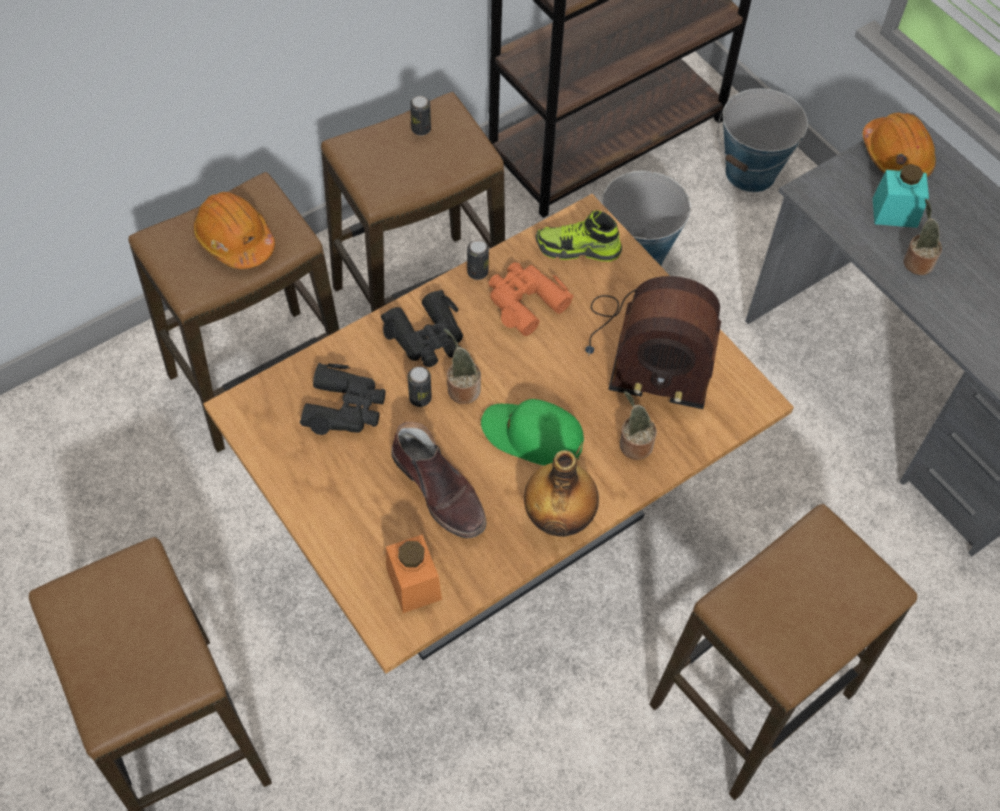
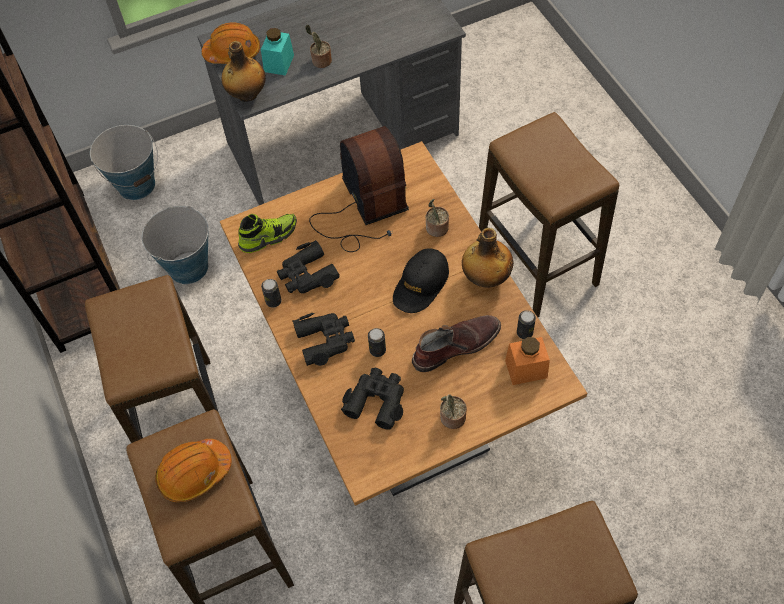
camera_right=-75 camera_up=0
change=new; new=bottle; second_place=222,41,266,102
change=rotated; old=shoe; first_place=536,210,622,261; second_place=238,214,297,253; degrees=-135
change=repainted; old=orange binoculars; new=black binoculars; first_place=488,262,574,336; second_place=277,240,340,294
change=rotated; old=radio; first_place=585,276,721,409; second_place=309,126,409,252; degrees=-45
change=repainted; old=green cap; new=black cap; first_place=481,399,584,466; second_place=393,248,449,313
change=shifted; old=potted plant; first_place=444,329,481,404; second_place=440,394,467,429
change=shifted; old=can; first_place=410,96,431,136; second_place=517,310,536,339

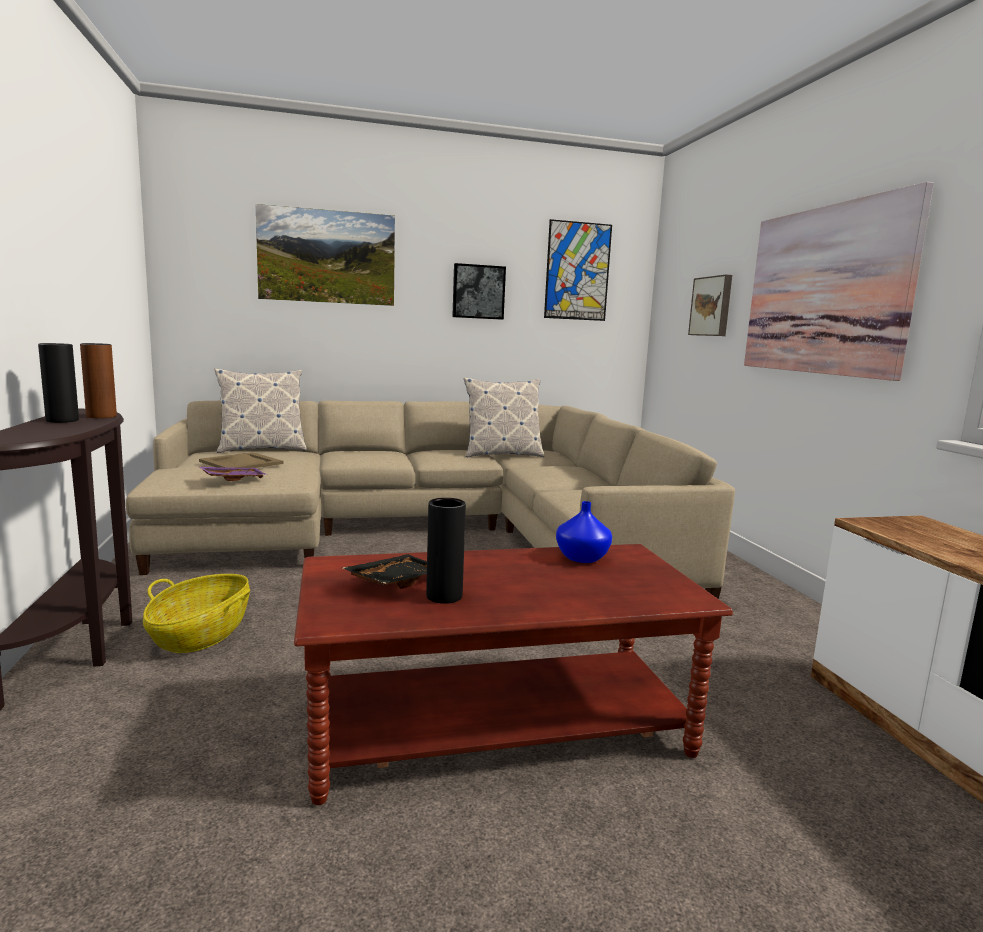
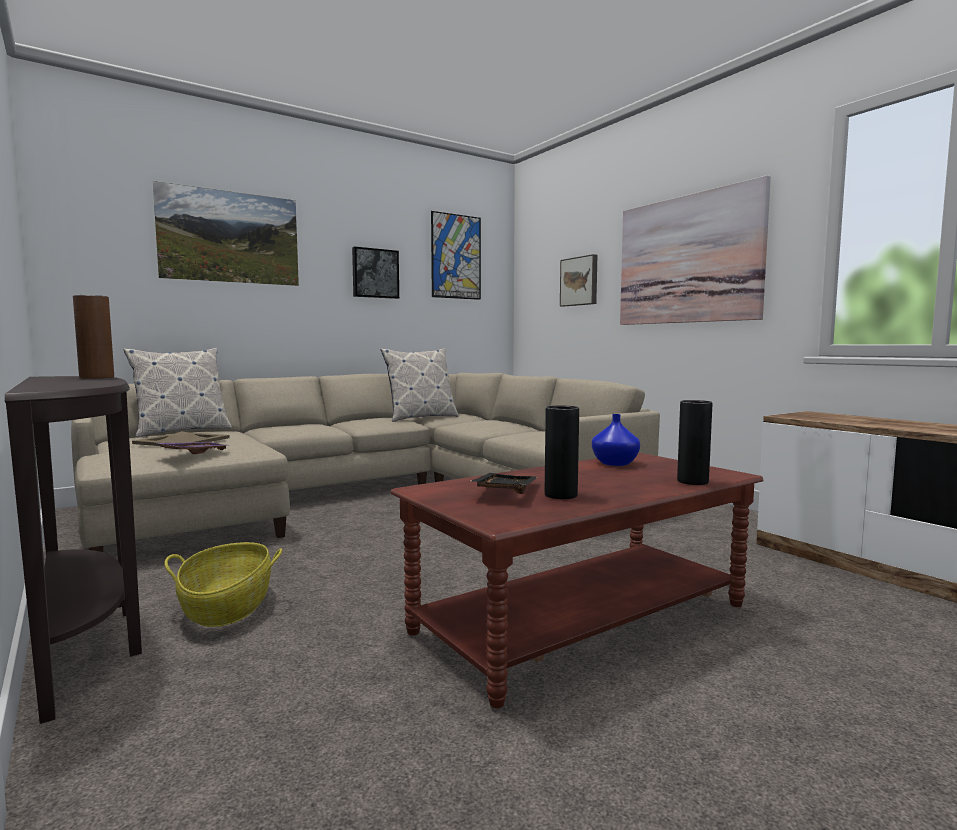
camera_right=-20 camera_up=-5
change=shifted; old=black vase; first_place=38,343,79,423; second_place=677,400,713,485

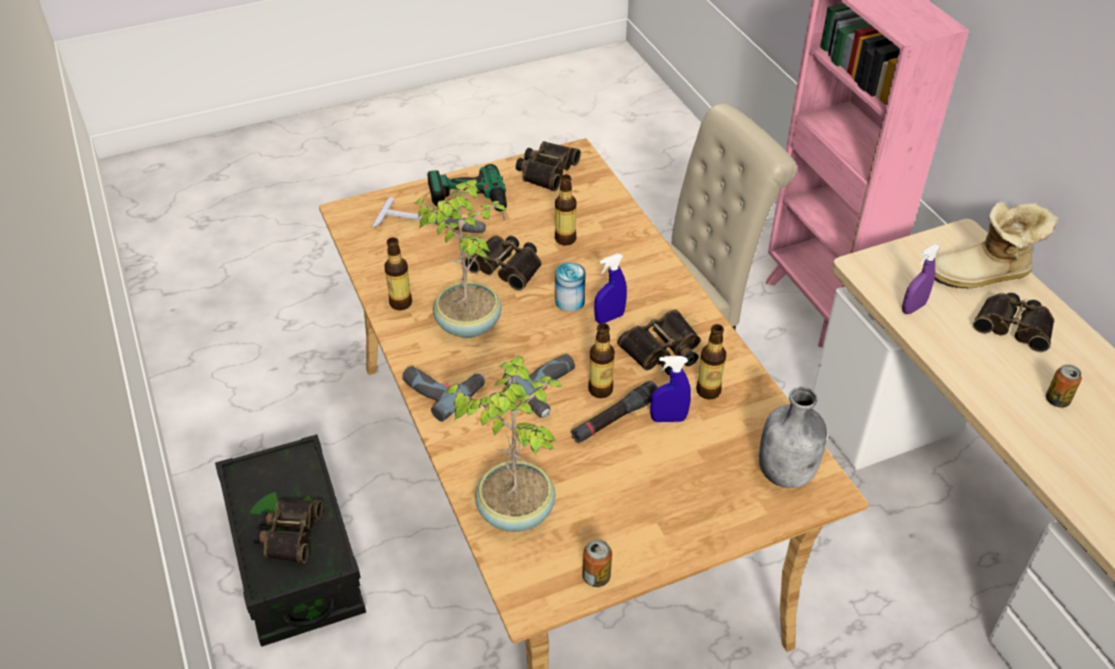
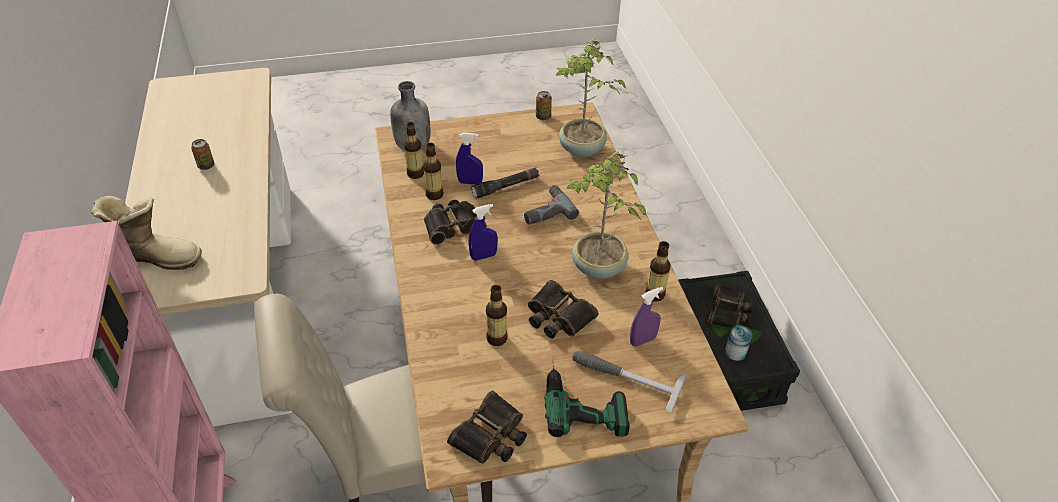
camera_right=-170 camera_up=0
change=shifted; old=bottle; first_place=588,323,615,398; second_place=404,122,424,179
change=shifted; old=purple spray bottle; first_place=902,244,940,314; second_place=630,287,663,346
change=shifted; old=can; first_place=555,262,585,312; second_place=725,325,753,361
change=gone; old=power drill; first_place=402,366,485,422
change=gone; old=binoculars; first_place=973,293,1054,352

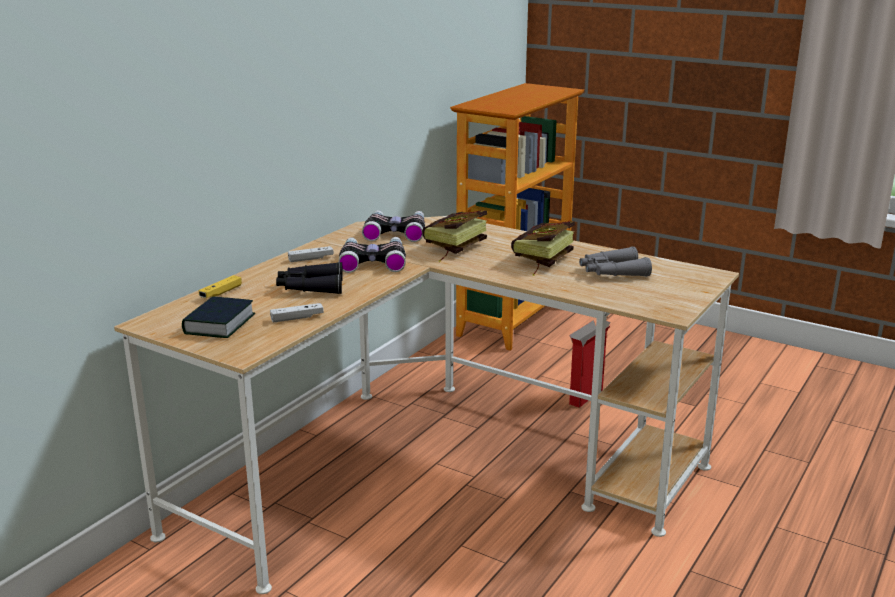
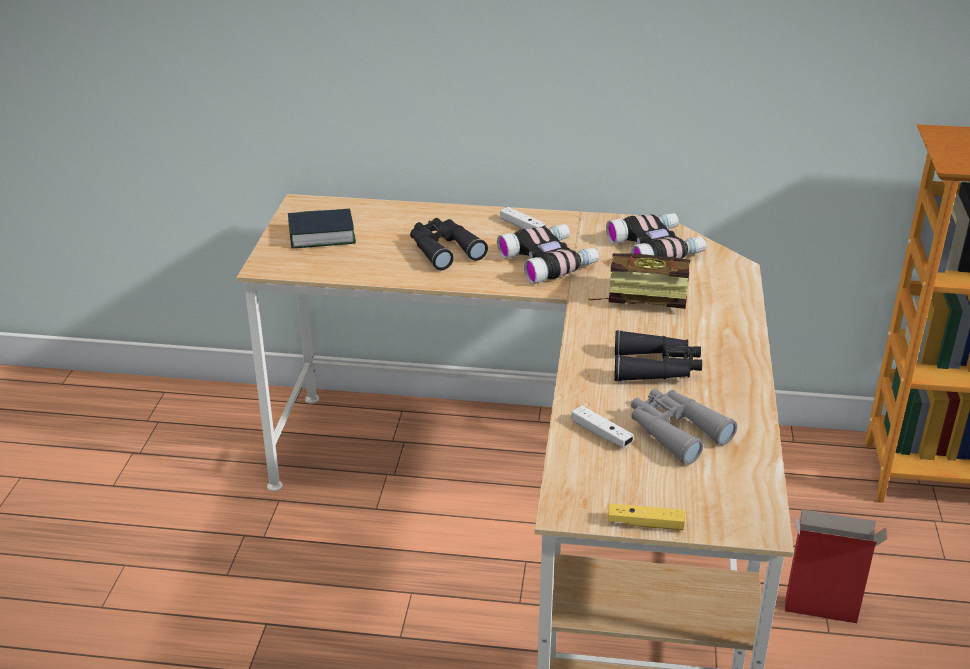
camera_right=65 camera_up=10
change=shifted; old=white game controller; first_place=270,303,324,323; second_place=571,405,633,448
change=shifted; old=yellow game controller; first_place=199,275,242,298; second_place=608,503,685,530
change=swapped; old=book; new=black binoculars; first_place=511,221,575,276; second_place=614,330,702,381

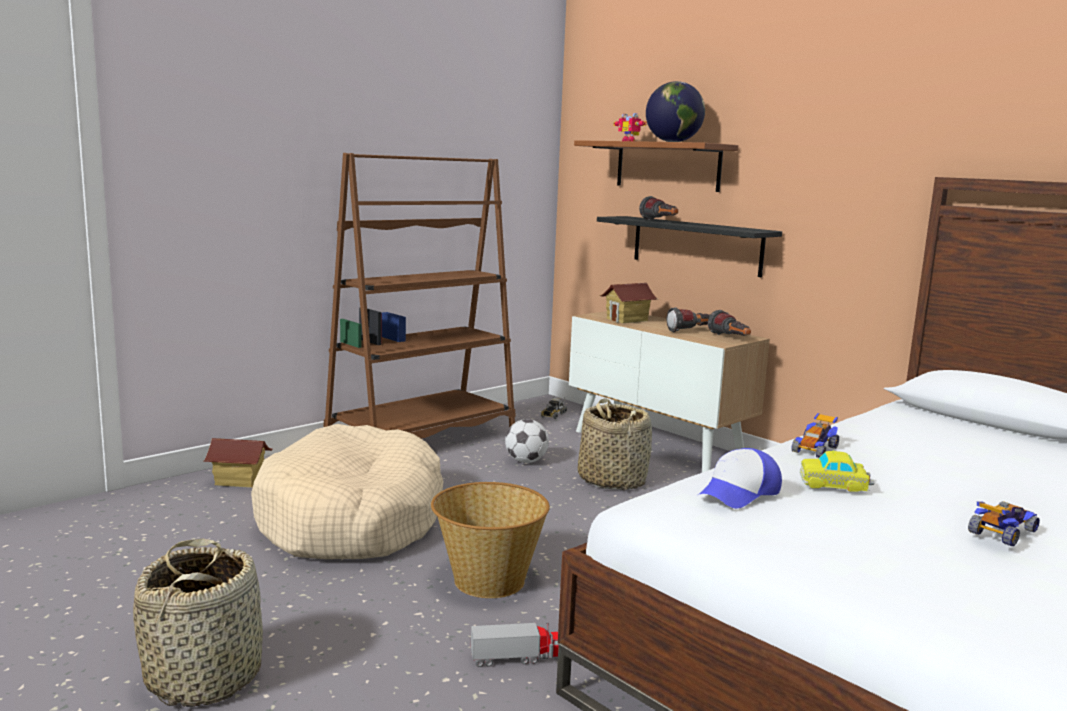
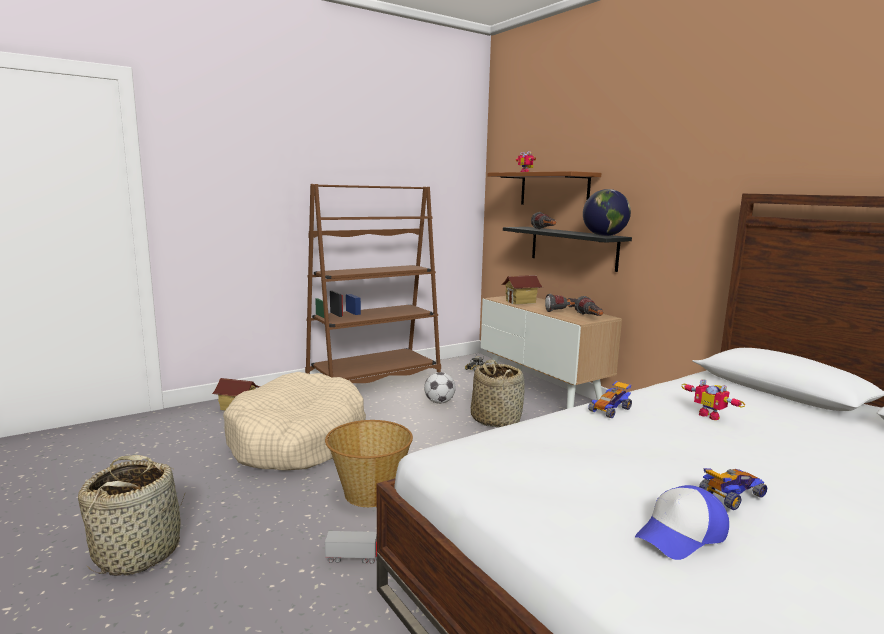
camera_right=10 camera_up=0
change=shifted; old=globe; first_place=646,81,705,142; second_place=583,189,631,236
change=shifted; old=cap; first_place=698,448,782,509; second_place=635,485,729,560
change=new; new=toy robot; second_place=681,379,746,420
change=gone; old=toy car; first_place=800,450,874,492

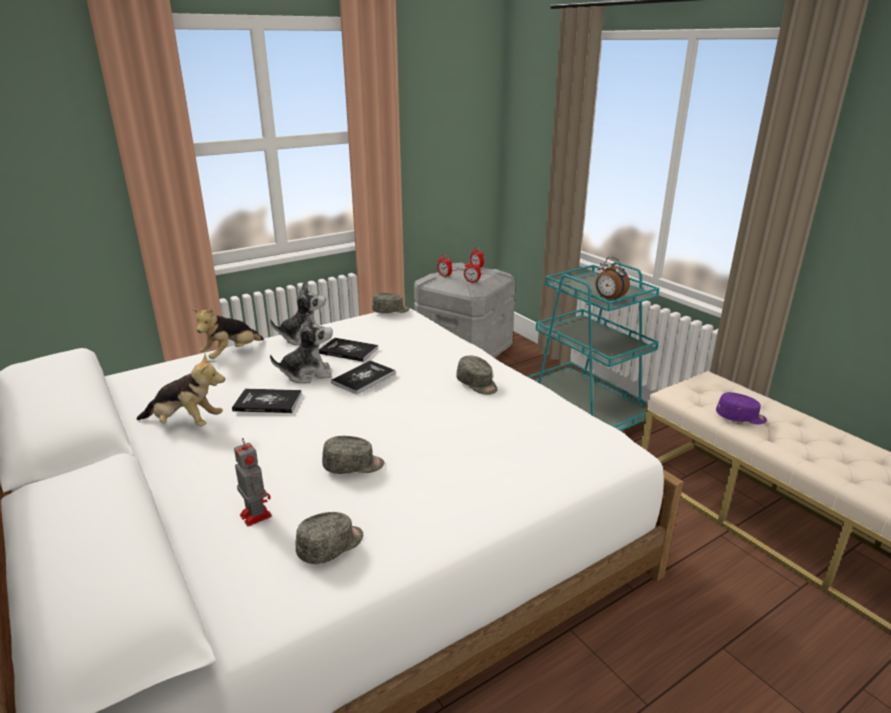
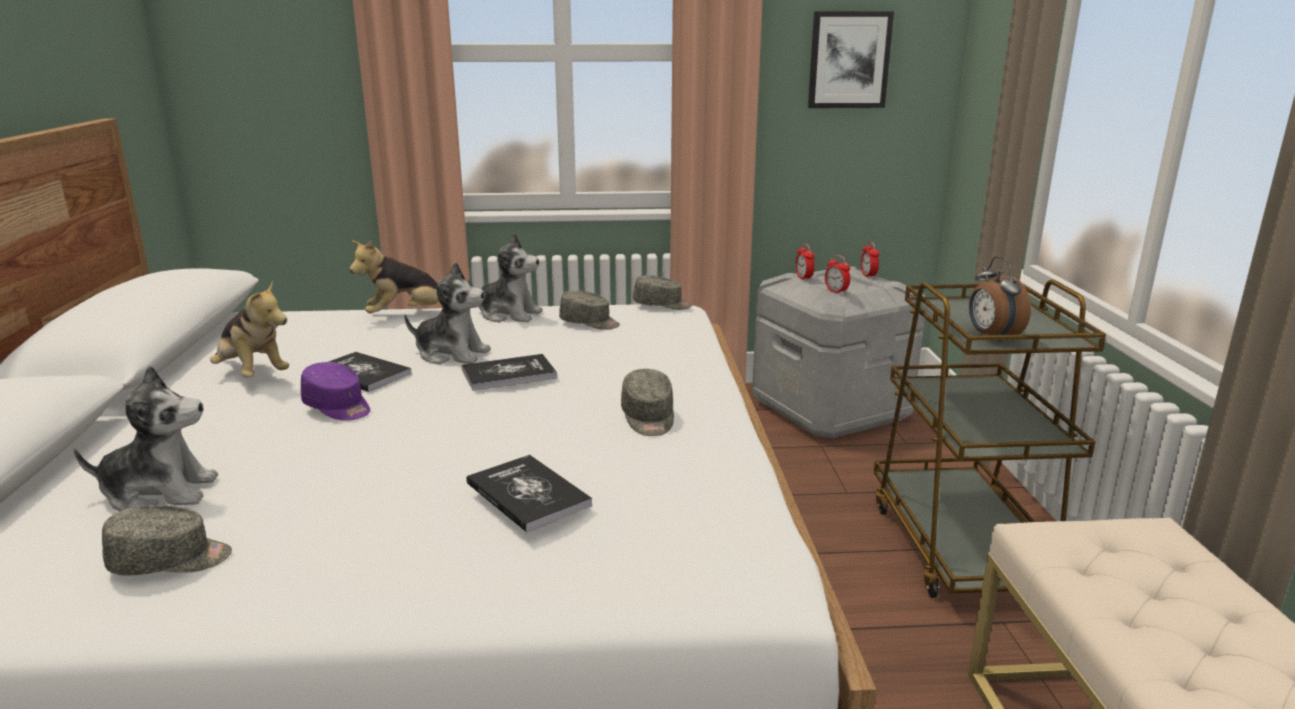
camera_right=30 camera_up=-5
change=swapped; old=toy robot; new=plush toy; first_place=234,438,272,526; second_place=74,365,218,511
change=shifted; old=purple cap; first_place=716,392,767,424; second_place=300,362,370,421
change=shifted; old=book; first_place=319,338,378,362; second_place=466,455,592,532
change=shifted; old=grey cap; first_place=322,436,384,474; second_place=559,290,620,330
change=new; new=picture; second_place=808,11,894,108
change=repainted; old=turquoise cart; new=brown cart; first_place=527,262,660,431; second_place=874,279,1106,598

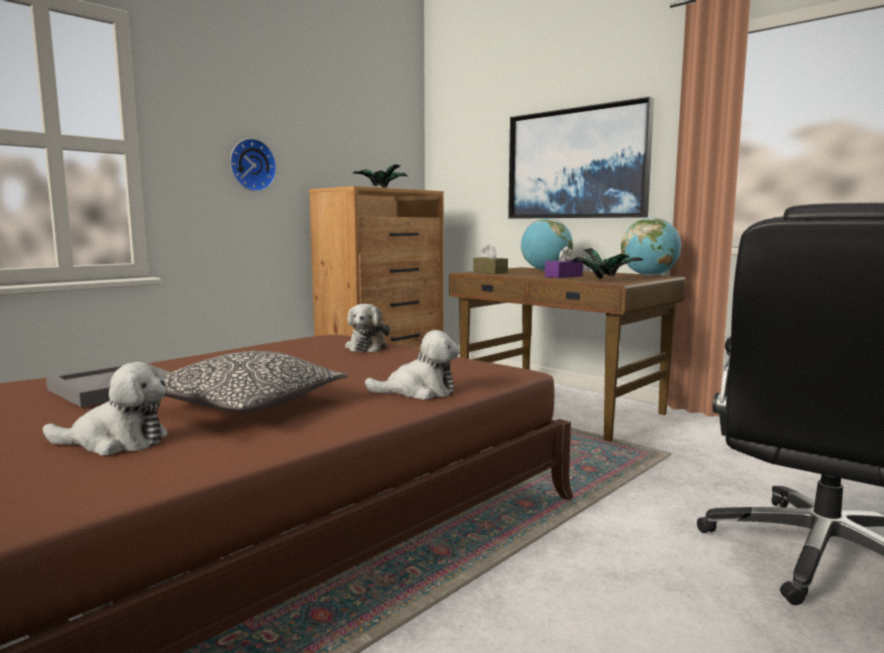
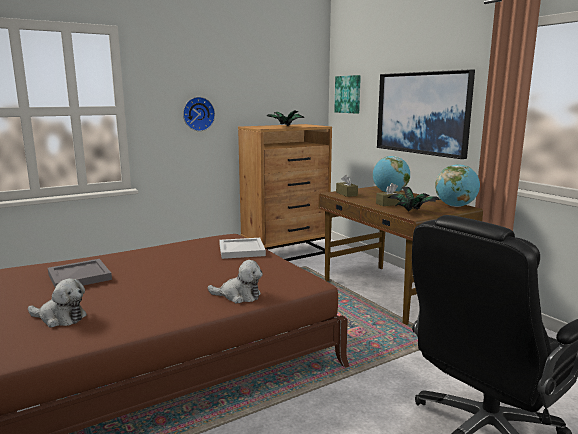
camera_right=15 camera_up=5
change=swapped; old=plush toy; new=white tray; first_place=345,304,390,352; second_place=219,238,266,259
change=new; new=picture; second_place=334,75,361,114
change=repainted; old=purple tissue box; new=brown tissue box; first_place=545,246,583,278; second_place=376,183,405,206
change=gone; old=pillow; first_place=162,351,348,412

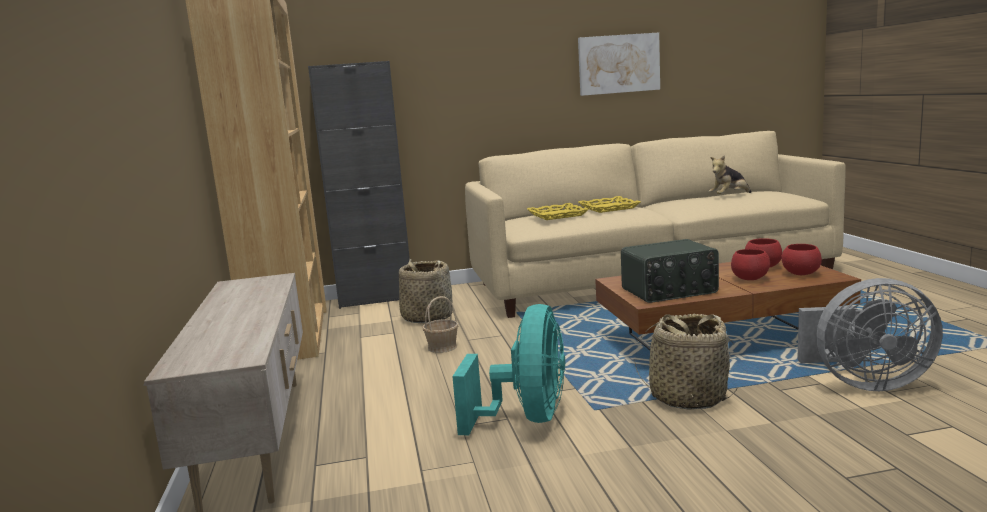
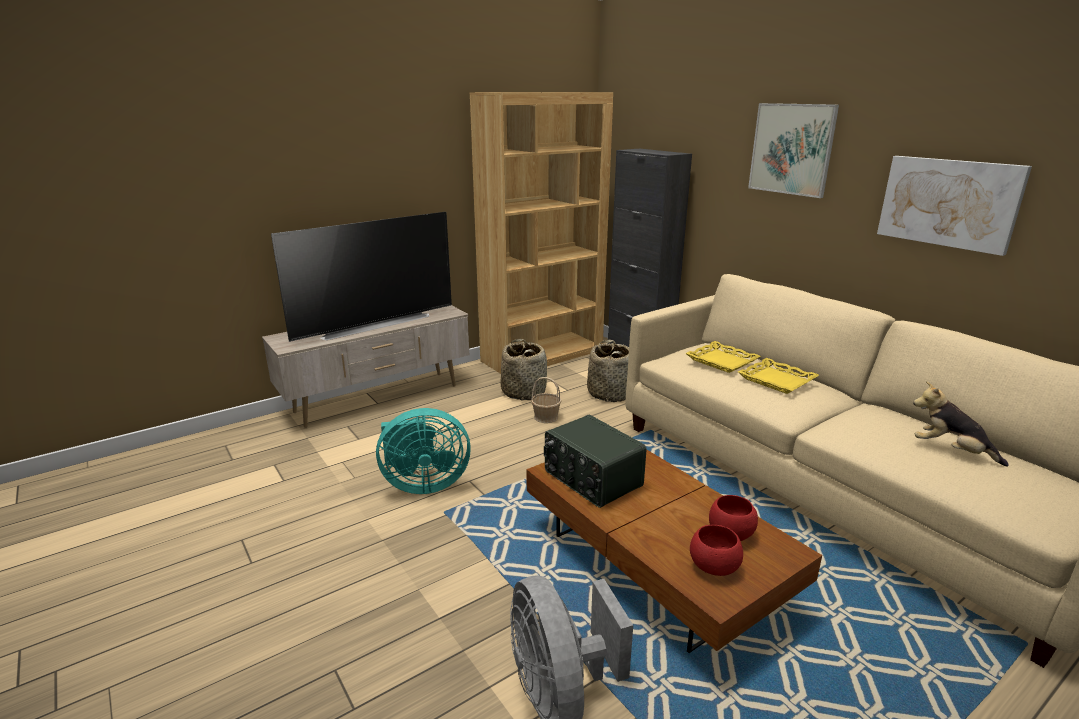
camera_right=65 camera_up=10
change=new; new=television; second_place=271,212,452,342
change=shifted; old=basket; first_place=634,314,738,410; second_place=500,339,547,401
change=new; new=picture; second_place=748,103,839,198
change=gone; old=red bowl; first_place=731,249,770,280

